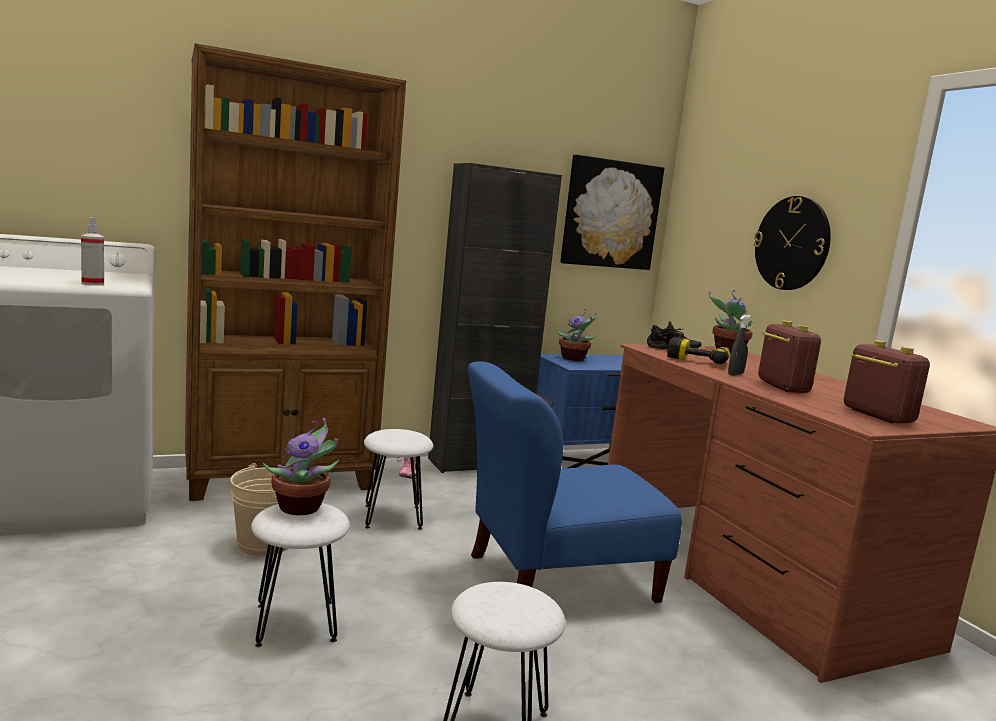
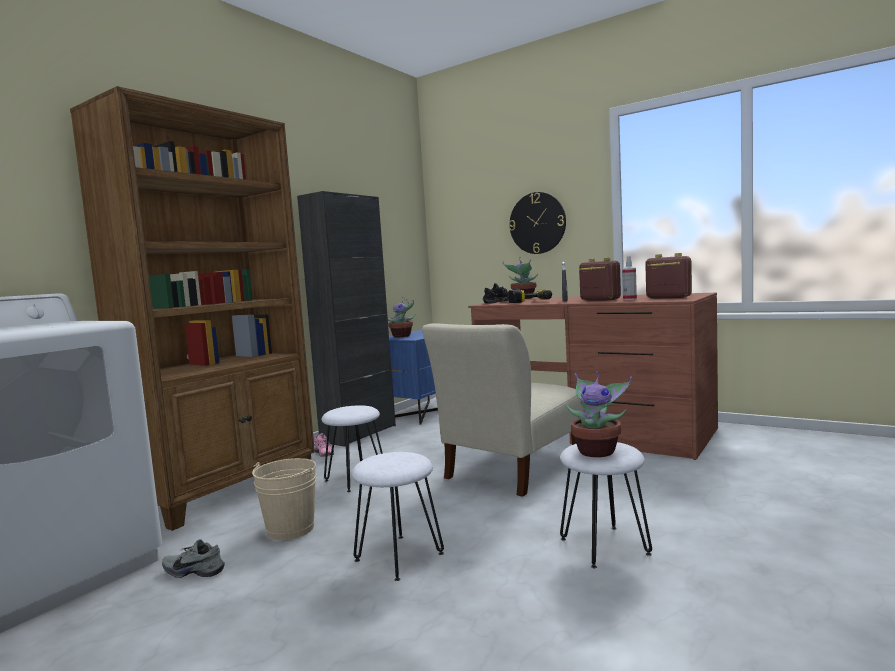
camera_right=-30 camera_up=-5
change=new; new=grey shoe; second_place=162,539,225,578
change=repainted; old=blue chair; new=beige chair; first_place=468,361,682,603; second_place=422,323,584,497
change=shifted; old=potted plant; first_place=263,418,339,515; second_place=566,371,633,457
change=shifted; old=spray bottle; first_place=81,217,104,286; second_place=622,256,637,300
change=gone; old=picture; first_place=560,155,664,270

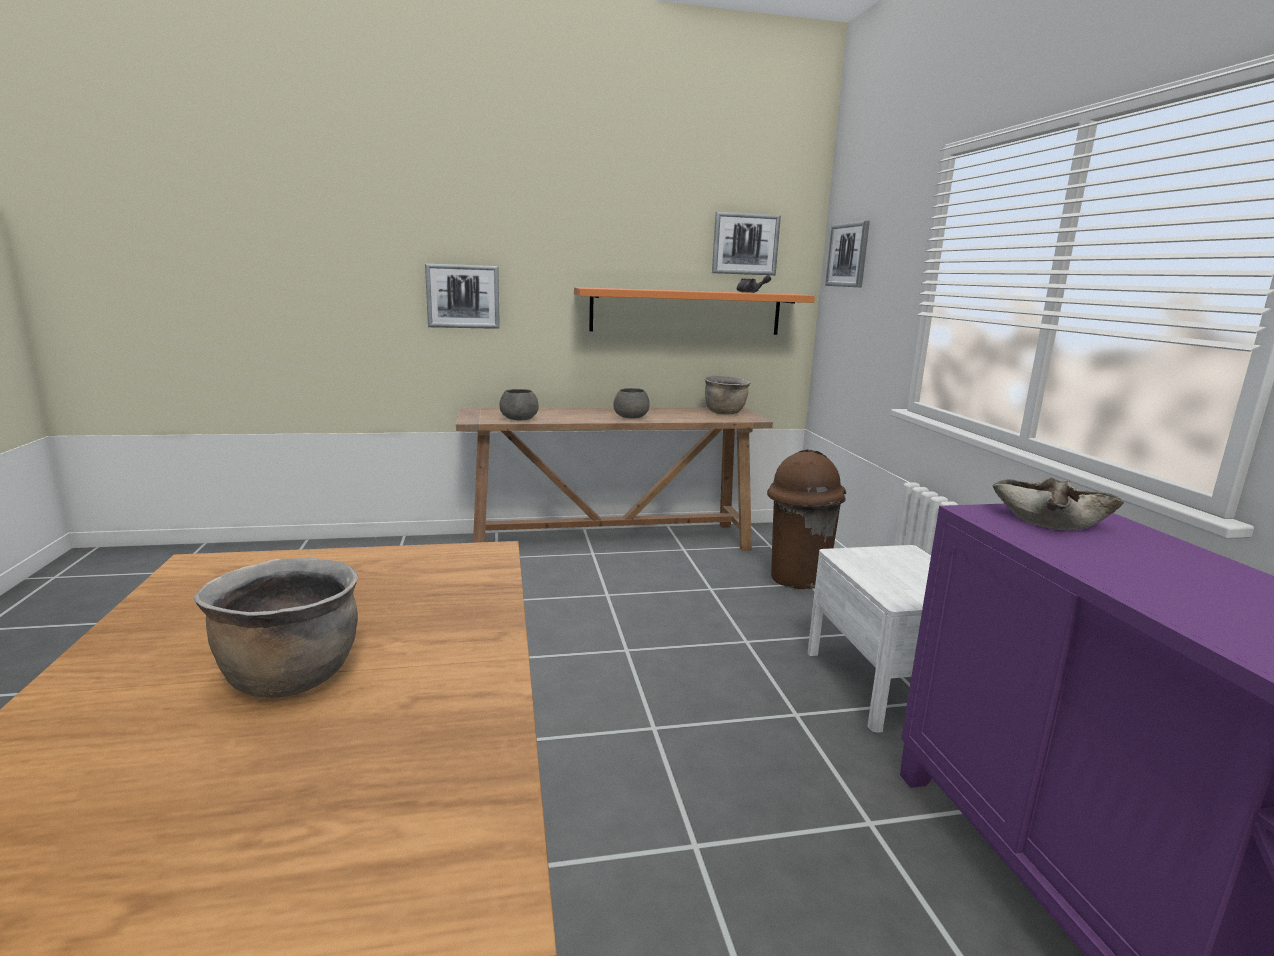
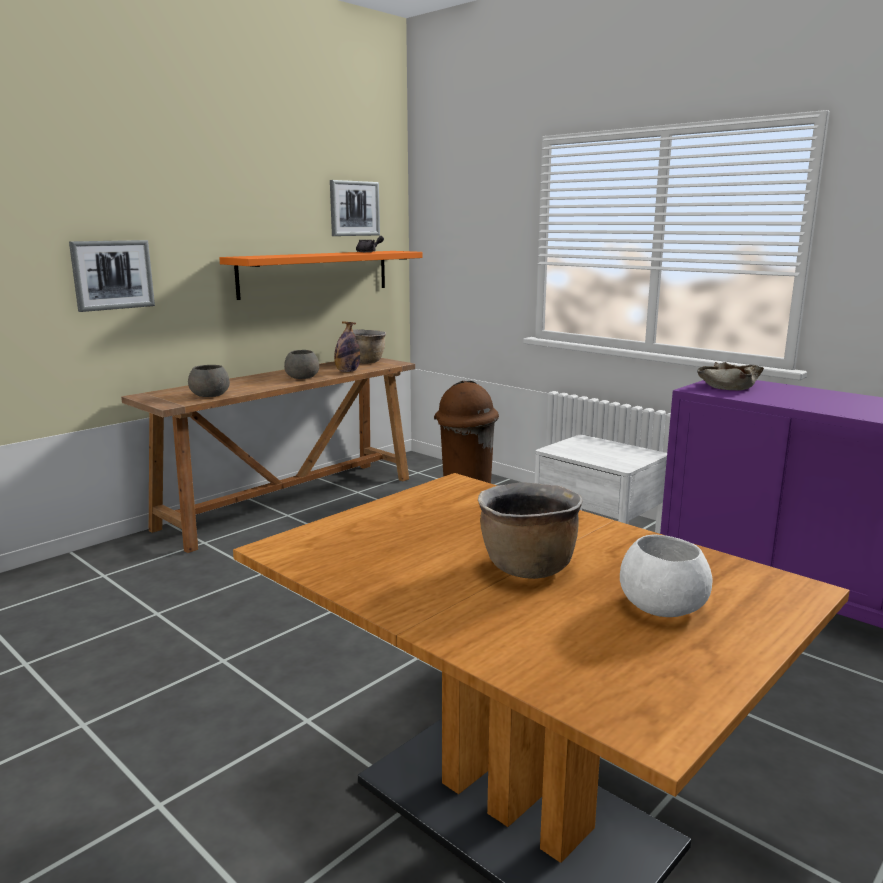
camera_right=-35 camera_up=0
change=new; new=bottle; second_place=334,321,360,372
change=new; new=white bowl; second_place=620,534,713,617
change=gone; old=picture; first_place=825,221,870,287

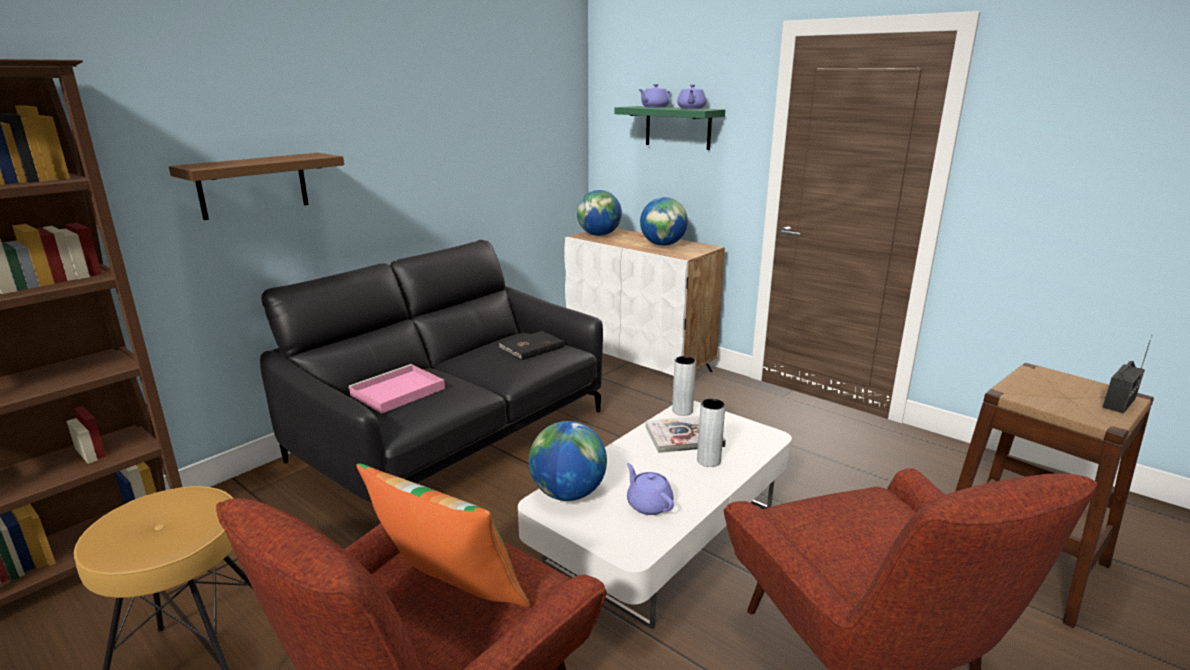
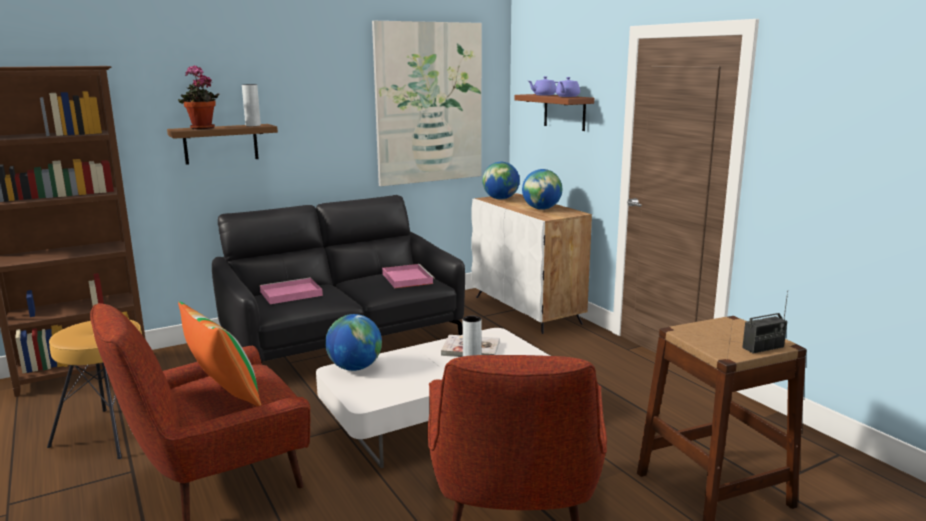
camera_right=20 camera_up=-5
change=new; new=potted plant; second_place=178,65,219,129
change=shifted; old=grey vase; first_place=672,356,696,416; second_place=242,84,261,126
change=new; new=picture; second_place=372,21,482,186
change=swapped; old=black book; new=pink tray; first_place=499,331,564,360; second_place=382,264,435,288
change=repainted; old=green shelf; new=brown shelf; first_place=615,106,725,150; second_place=515,94,594,131
change=gone; old=purple teapot; first_place=627,463,674,515

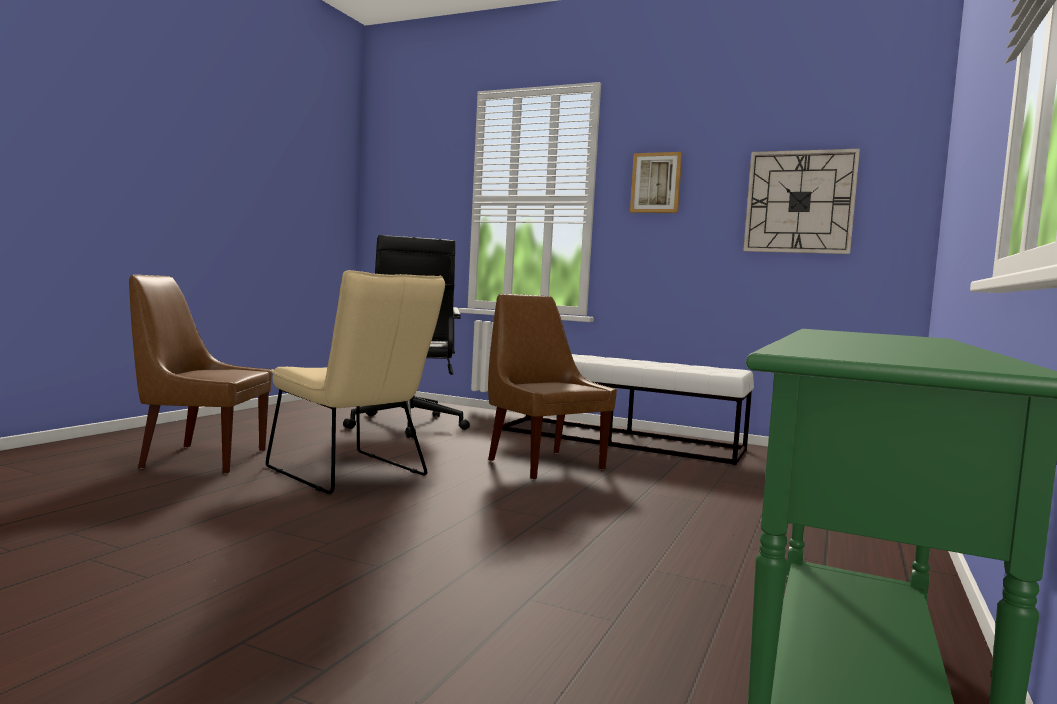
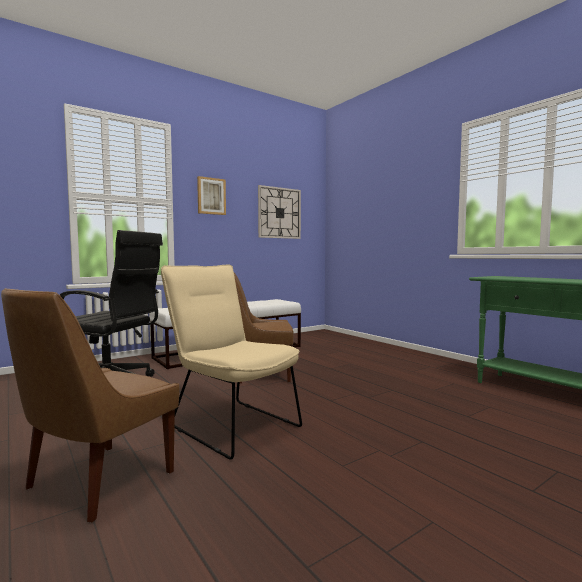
camera_right=-60 camera_up=0
change=rotated; old=beige chair; first_place=266,270,445,494; second_place=161,265,302,460; degrees=-120

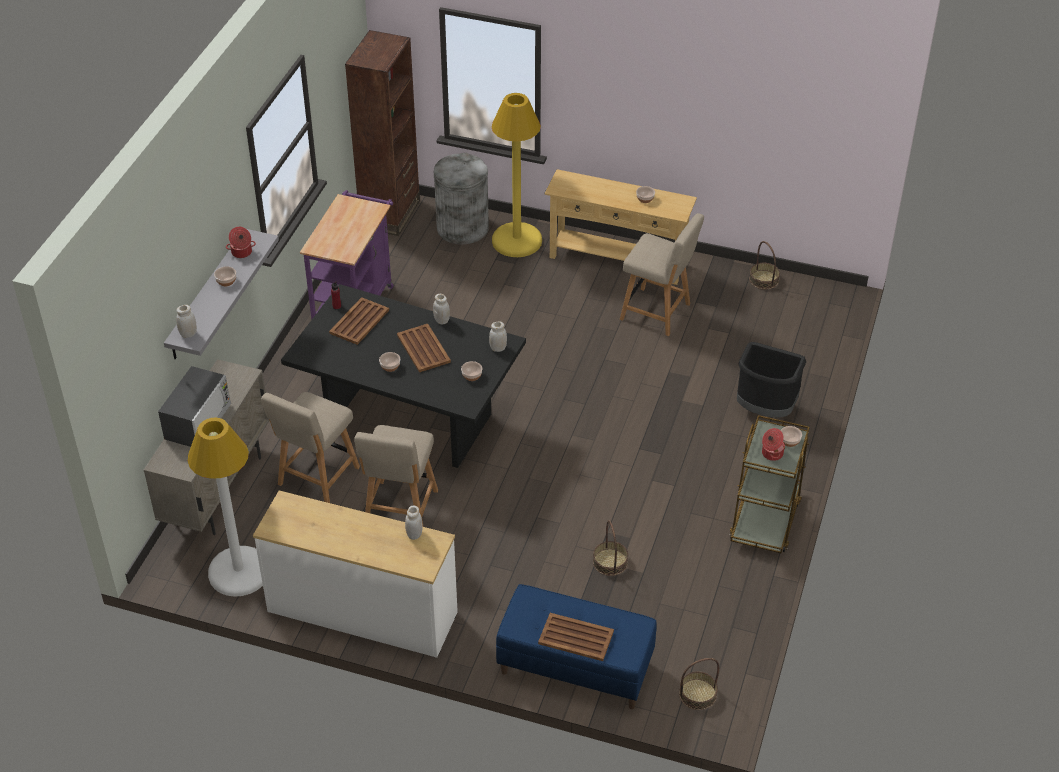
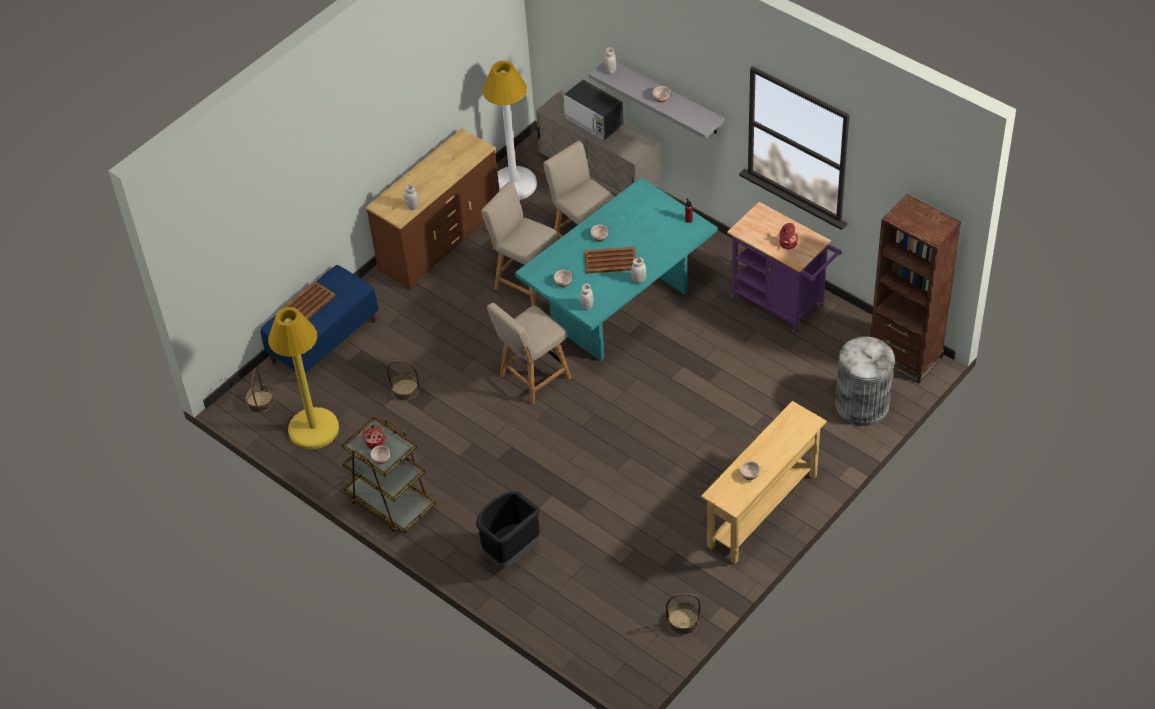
camera_right=115 camera_up=5
change=shifted; old=yellow floor lamp; first_place=492,93,542,257; second_place=268,307,339,449
change=repainted; old=white dresser; new=brown dresser; first_place=253,490,458,658; second_place=366,128,499,290
change=shifted; old=beige chair; first_place=620,213,704,336; second_place=487,303,571,405
change=repainted; old=black dining table; new=turquoise dining table; first_place=281,284,526,468; second_place=515,177,718,361
change=shifted; old=cooking pot; first_place=226,227,256,258; second_place=780,223,798,249
change=gone; old=brown tray; first_place=329,297,389,345

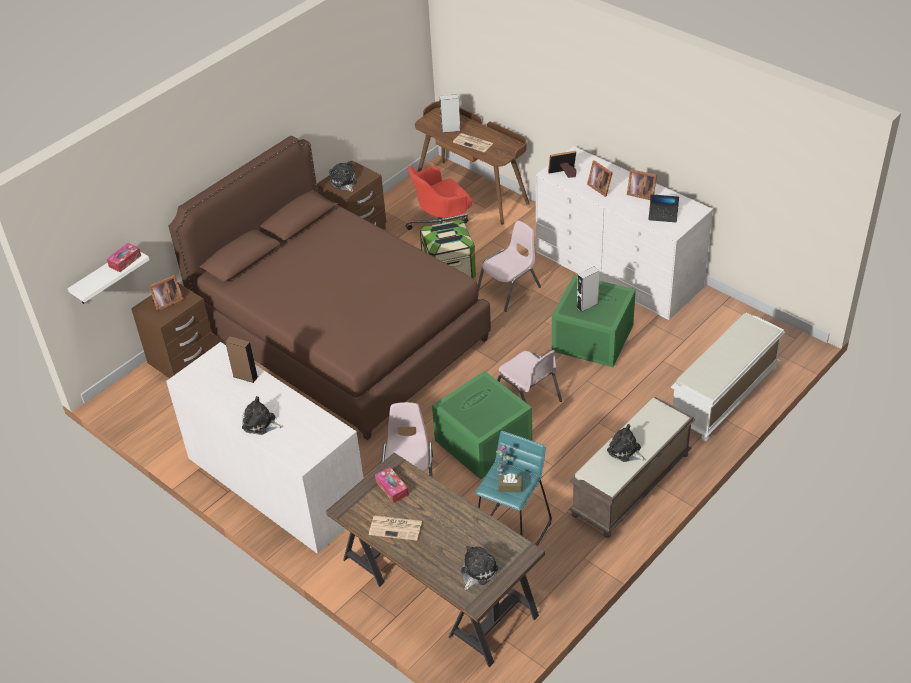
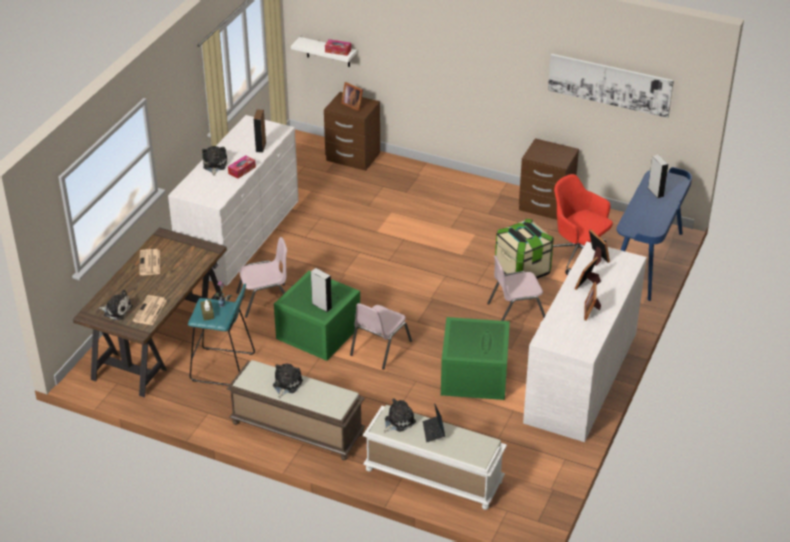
camera_right=70 camera_up=-5
change=shifted; old=newspaper; first_place=453,133,493,152; second_place=133,295,167,325
change=shifted; old=tissue box; first_place=375,467,409,503; second_place=228,155,256,179
change=shifted; old=grey speaker; first_place=577,267,599,312; second_place=311,268,332,312
change=shifted; old=plush toy; first_place=329,161,357,192; second_place=384,398,416,433
change=shifted; old=laptop; first_place=648,194,679,222; second_place=423,403,445,442
change=rotated; old=pink chair; first_place=478,221,541,312; second_place=487,255,545,321; degrees=135
change=new; new=picture; second_place=548,54,674,118
change=repainted; old=brown desk; new=blue desk; first_place=415,101,530,225; second_place=616,167,692,301
change=gone; old=brown bed; first_place=169,136,491,440

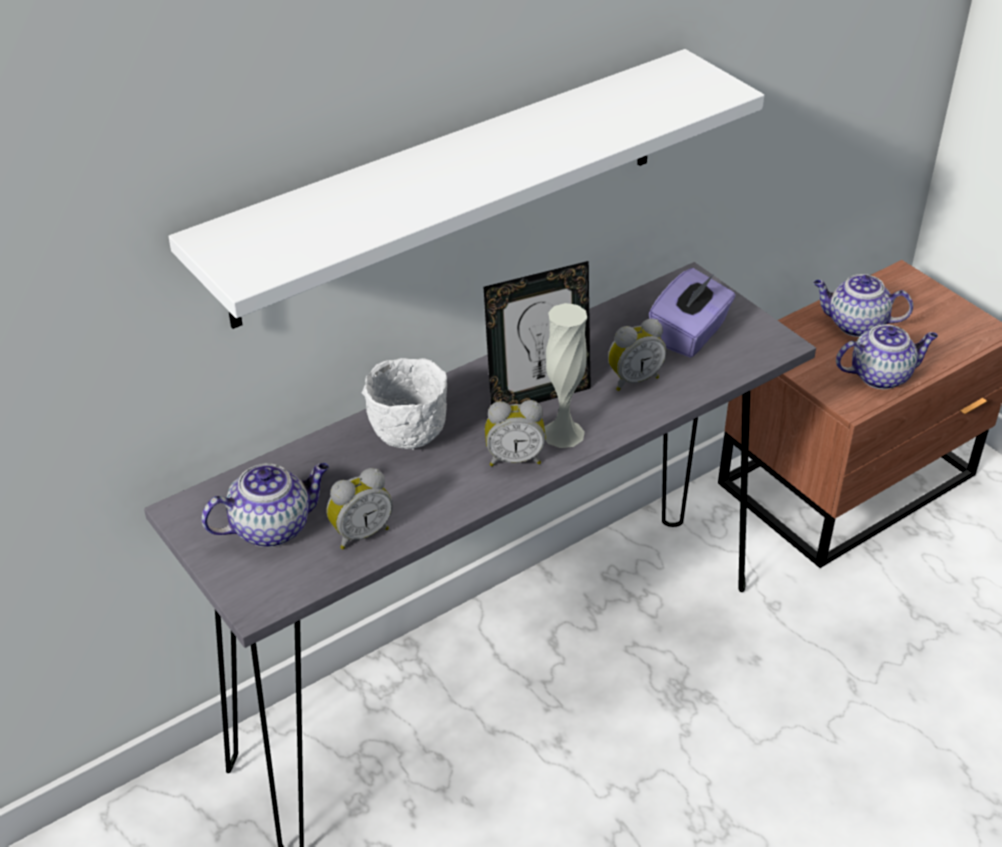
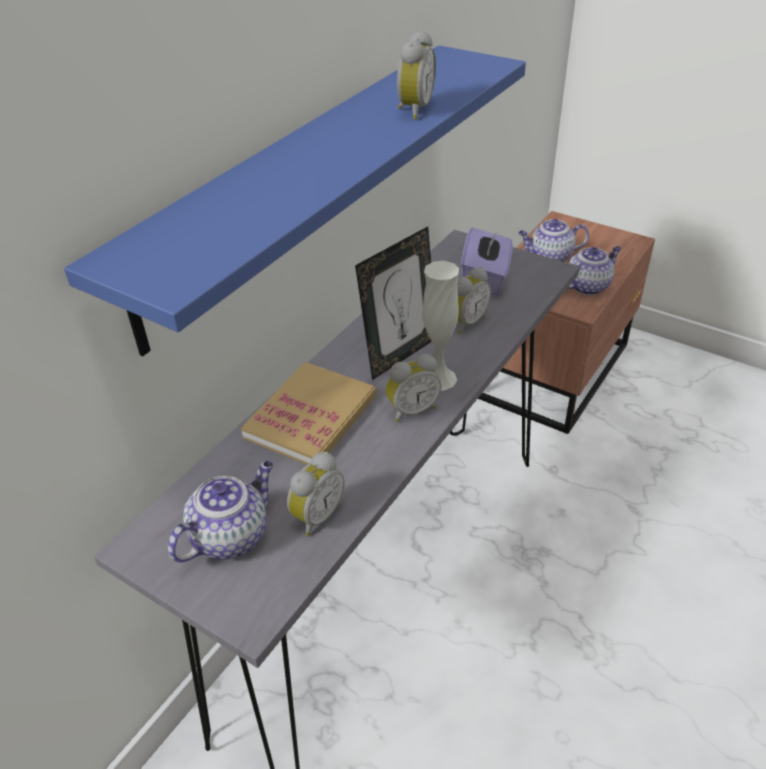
camera_right=-20 camera_up=0
change=repainted; old=white shelf; new=blue shelf; first_place=168,49,764,329; second_place=64,45,526,356
change=swapped; old=white bowl; new=book; first_place=362,358,447,450; second_place=241,362,376,465
change=new; new=alarm clock; second_place=397,30,436,119

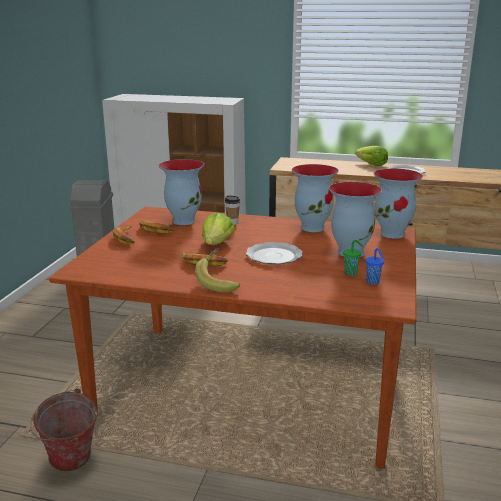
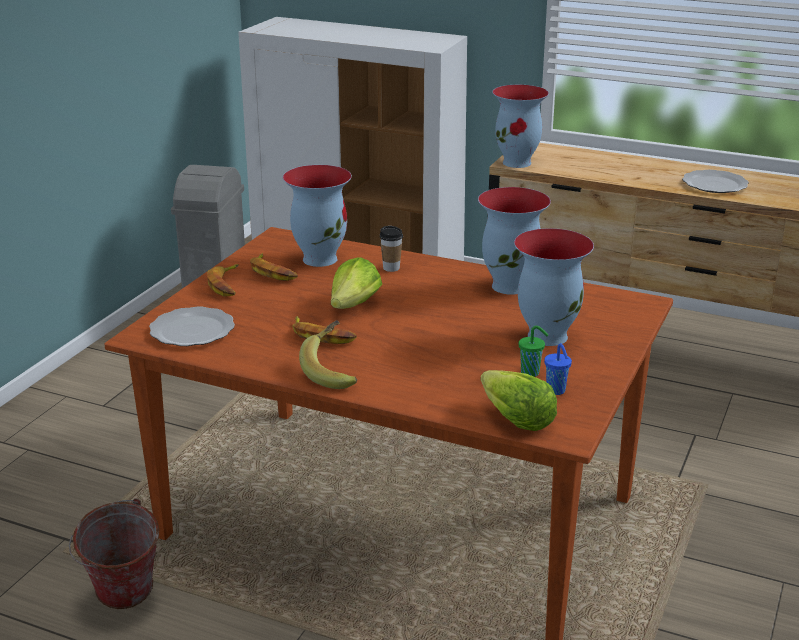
camera_right=10 camera_up=5
change=shifted; old=plate; first_place=246,242,303,264; second_place=149,307,235,346
change=shifted; old=lettuce; first_place=355,146,388,166; second_place=481,370,557,431
change=shifted; old=vase; first_place=374,168,423,238; second_place=492,85,549,168

